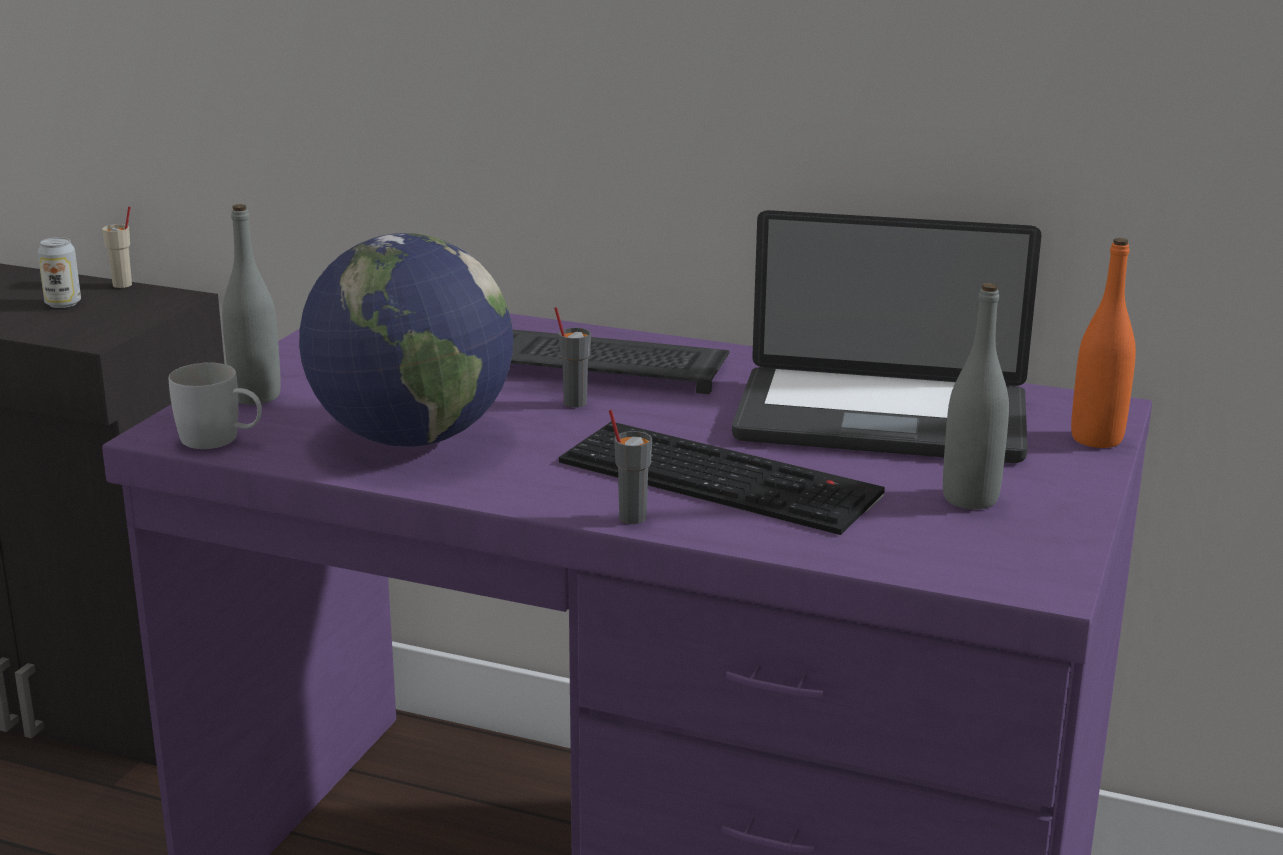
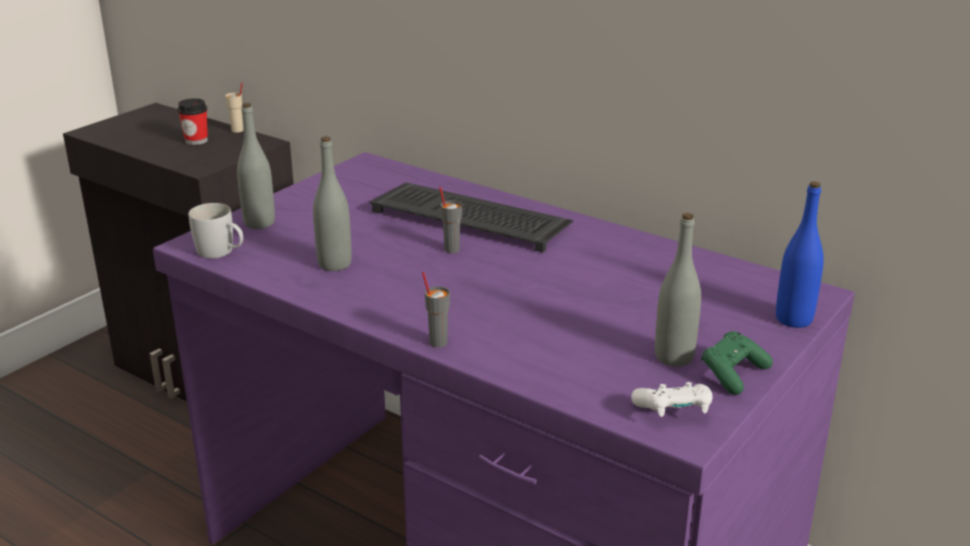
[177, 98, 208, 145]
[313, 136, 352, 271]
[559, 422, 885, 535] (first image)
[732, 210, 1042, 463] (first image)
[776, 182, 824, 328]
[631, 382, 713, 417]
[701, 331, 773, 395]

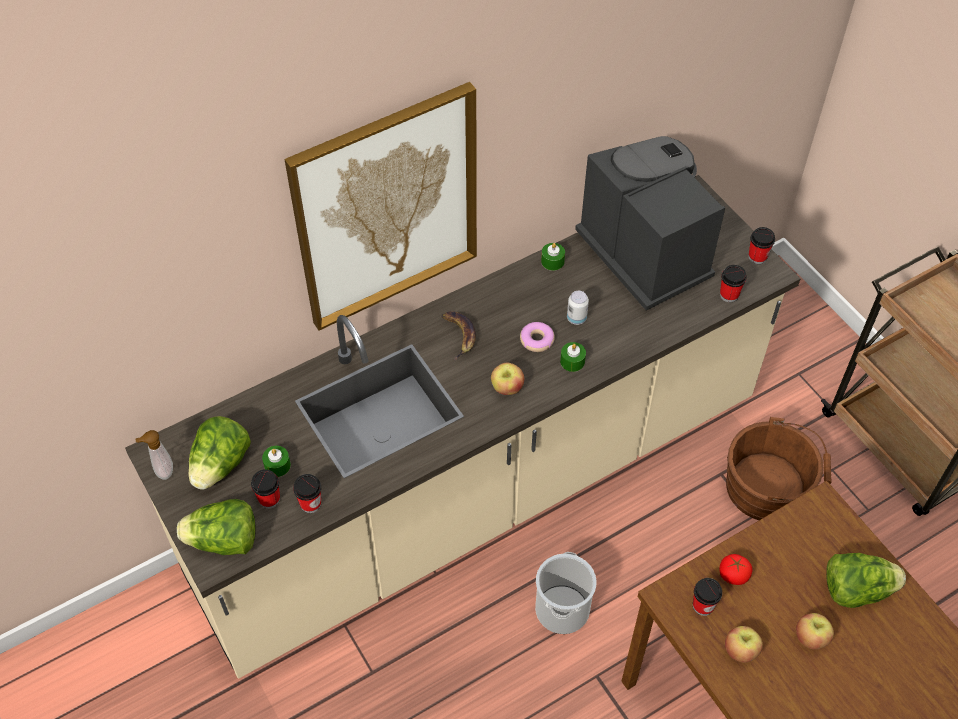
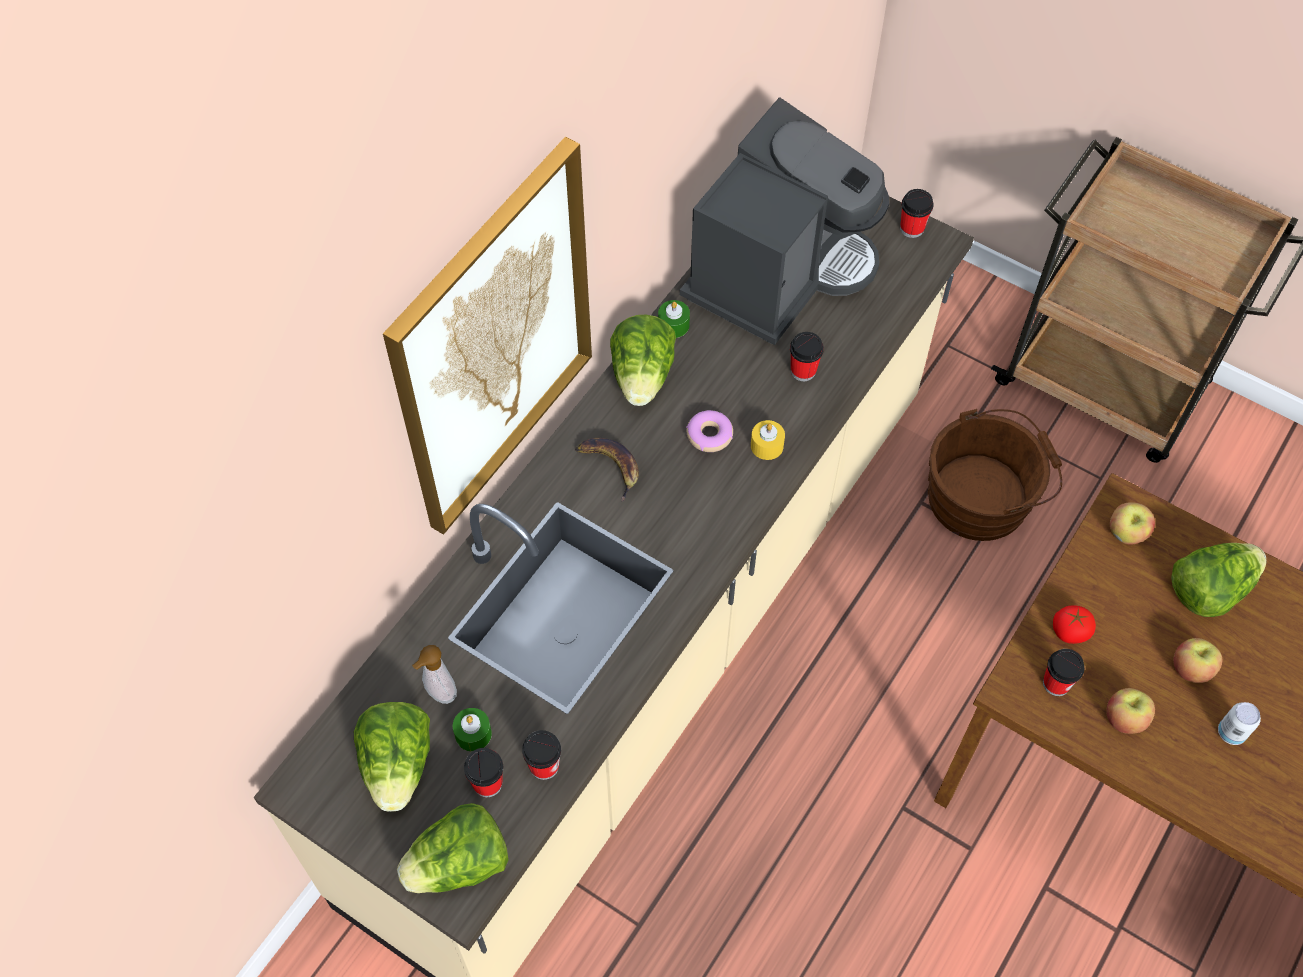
[412, 645, 457, 704]
[1110, 502, 1155, 545]
[535, 552, 596, 634] (first image)
[751, 420, 785, 460]
[1218, 702, 1261, 745]
[680, 97, 889, 345]
[790, 332, 824, 381]
[610, 315, 676, 406]

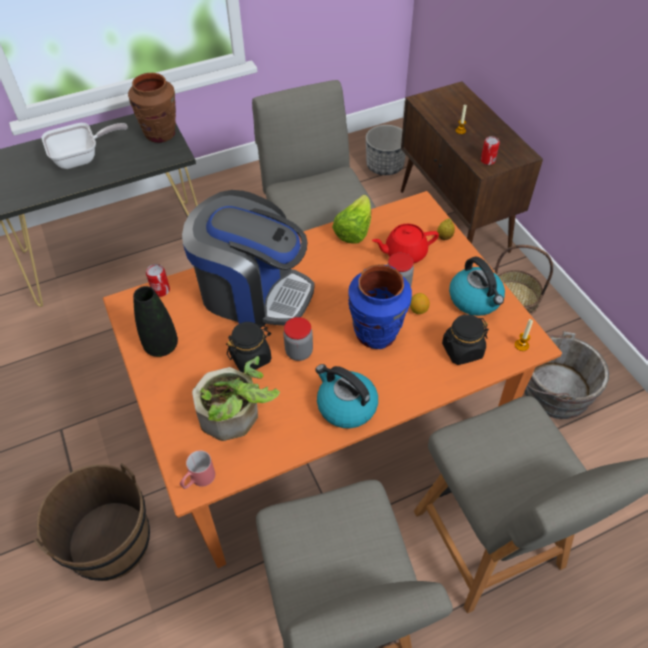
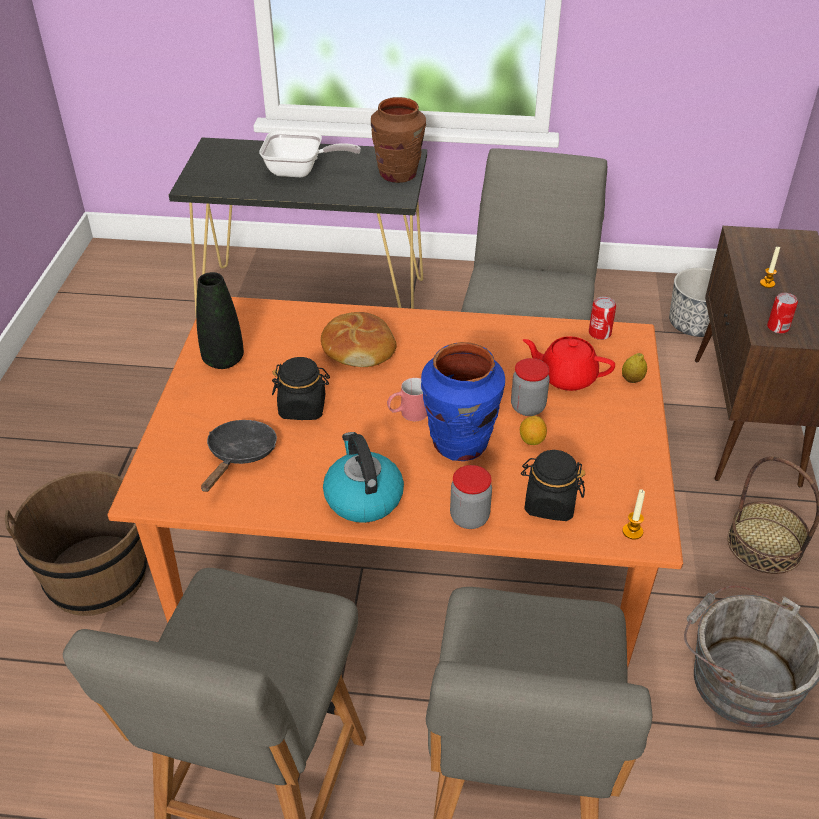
[589, 297, 616, 340]
[387, 378, 427, 421]
[321, 312, 397, 367]
[201, 420, 277, 492]
[450, 465, 492, 529]
[332, 195, 371, 244] (first image)
[449, 257, 505, 316] (first image)

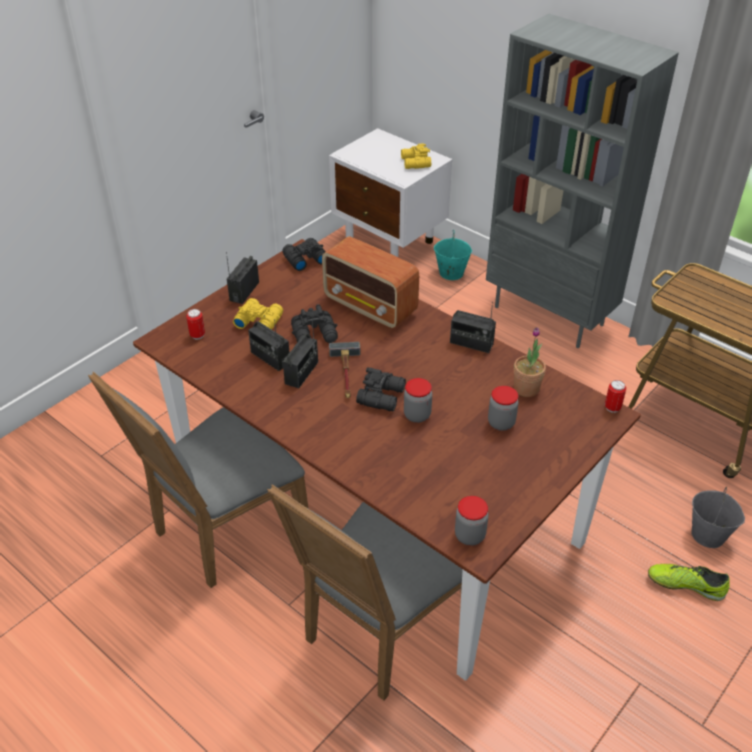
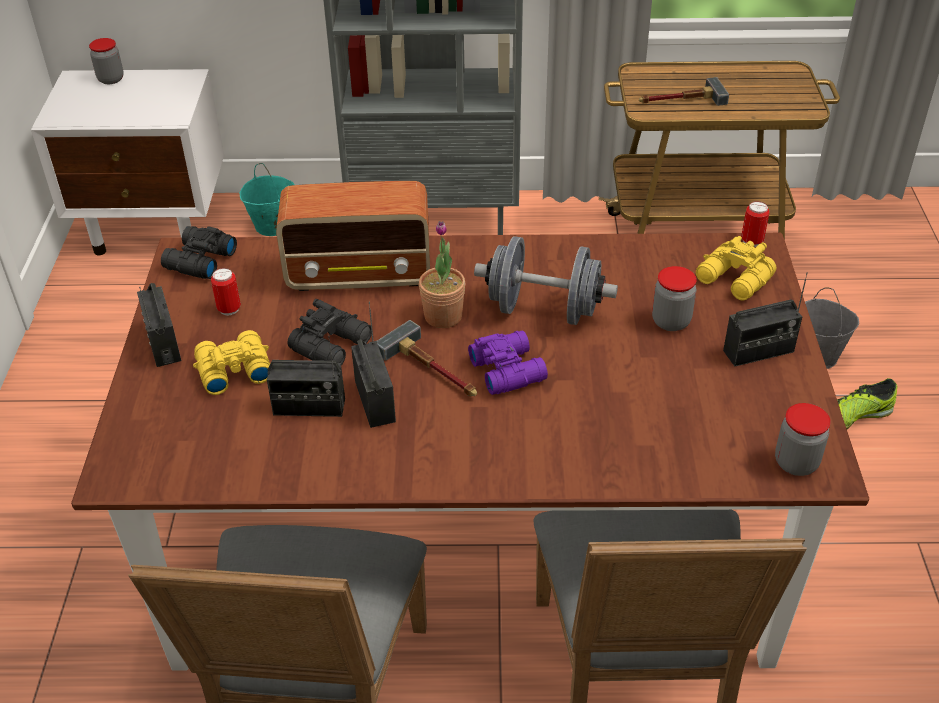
[211, 268, 241, 316]
[468, 330, 548, 395]
[696, 236, 777, 300]
[89, 38, 124, 84]
[723, 273, 808, 367]
[419, 221, 465, 328]
[474, 236, 618, 325]
[639, 77, 729, 106]

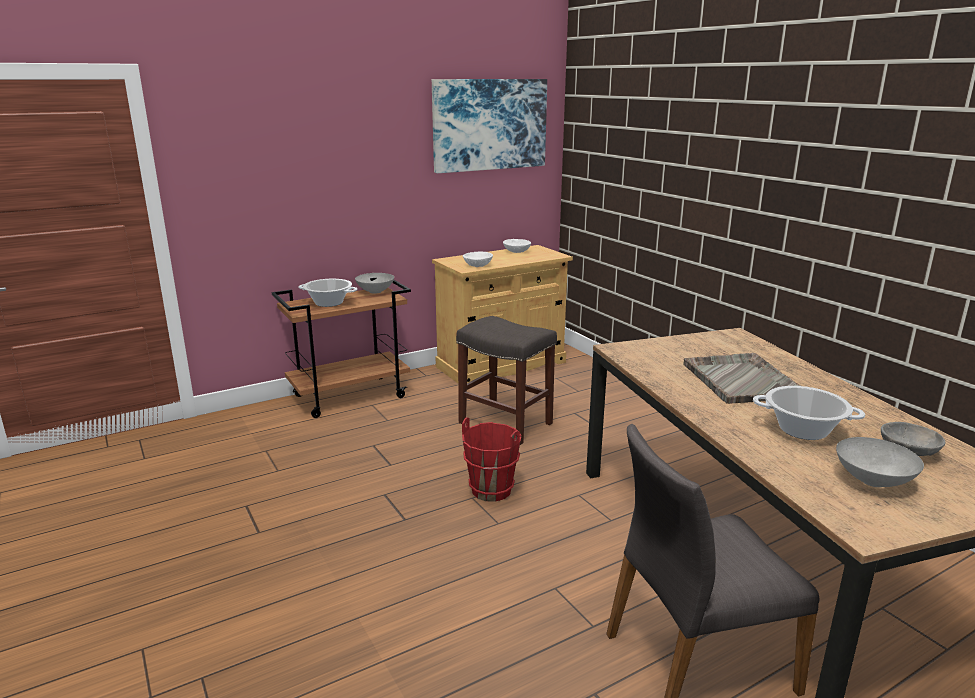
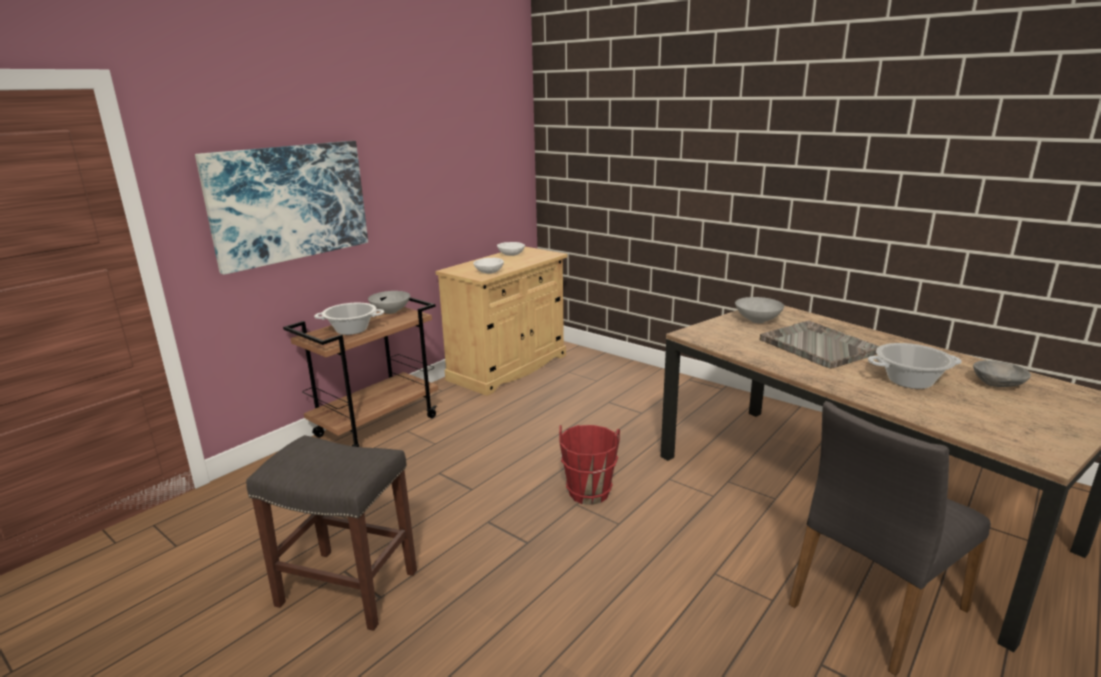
[195, 141, 368, 275]
[246, 435, 417, 631]
[735, 297, 784, 323]

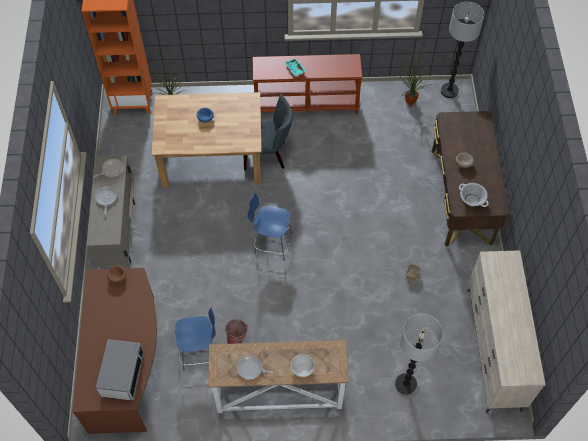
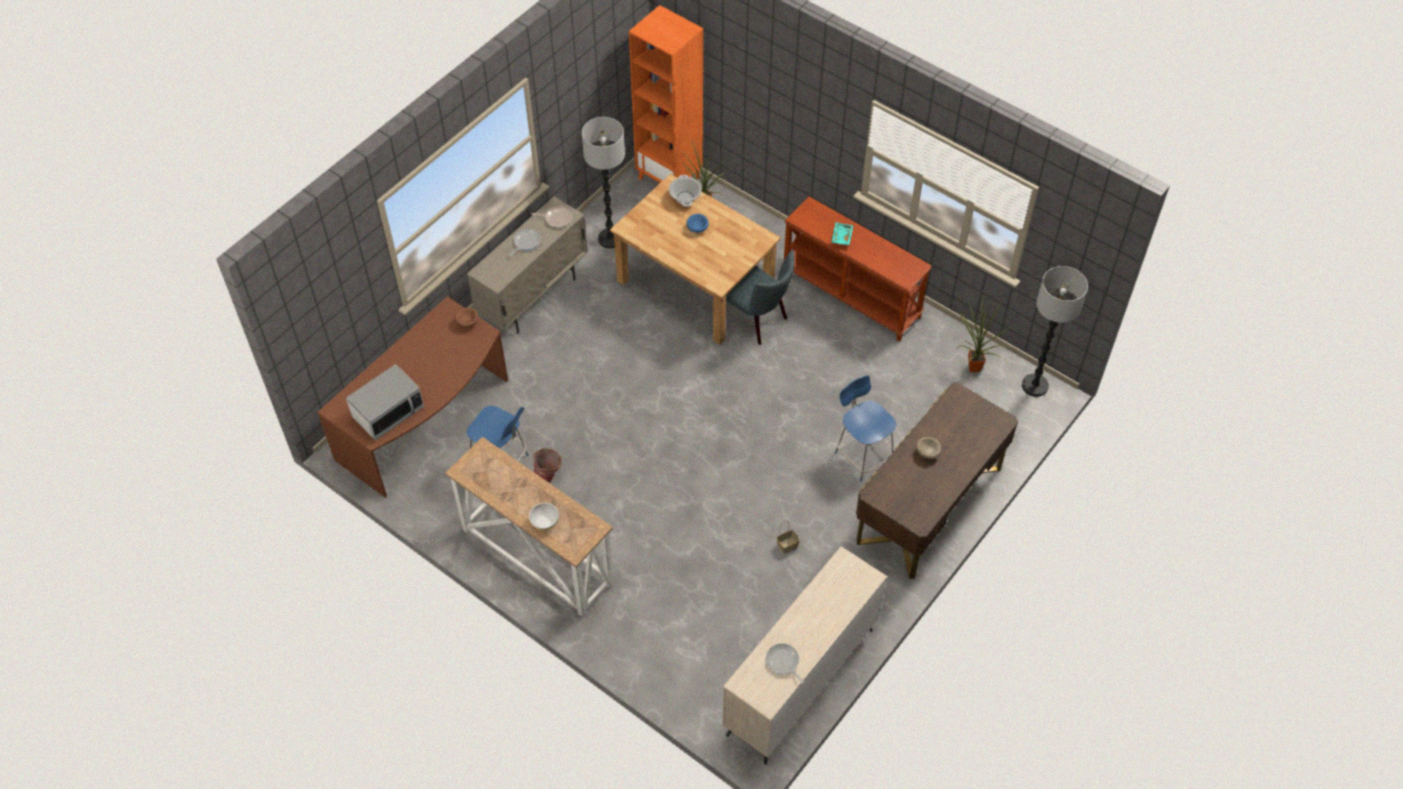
[766, 643, 804, 684]
[835, 375, 896, 482]
[582, 117, 625, 249]
[669, 175, 702, 207]

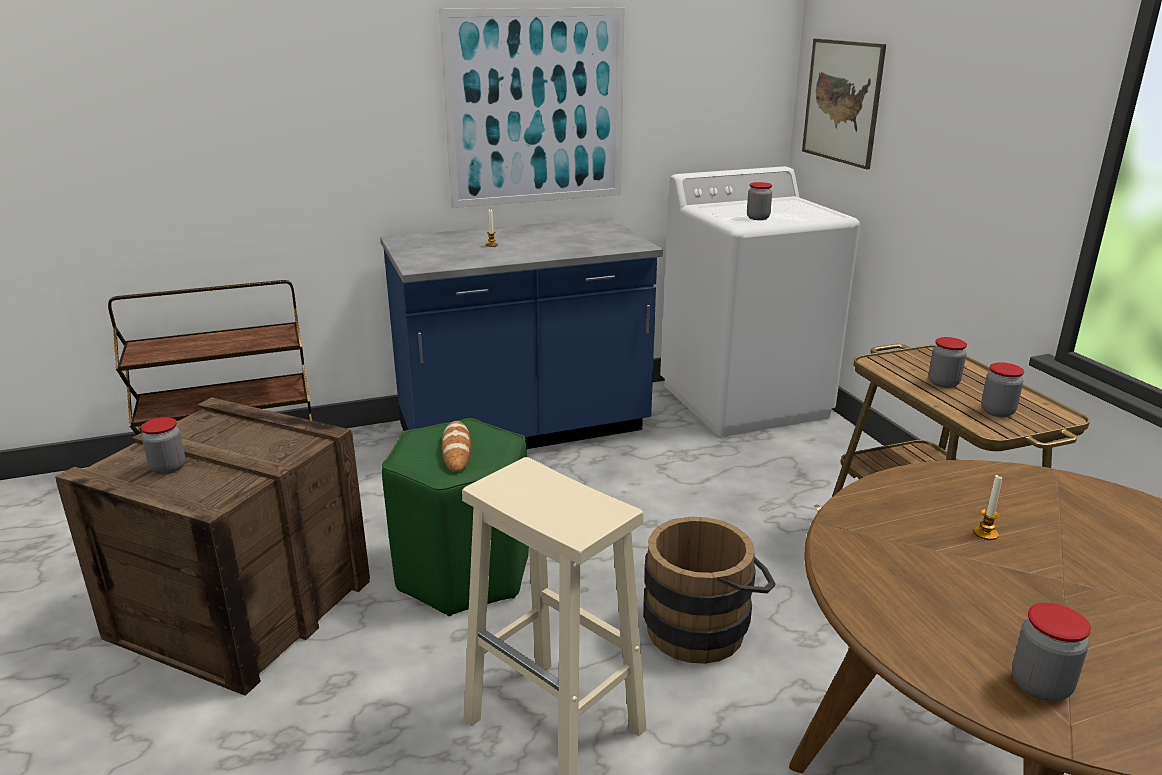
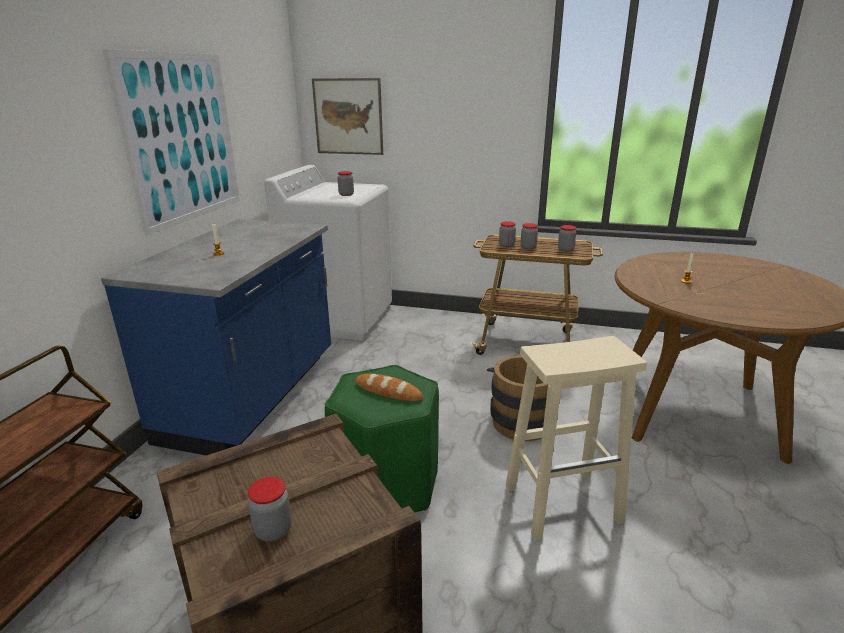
[499, 221, 516, 247]

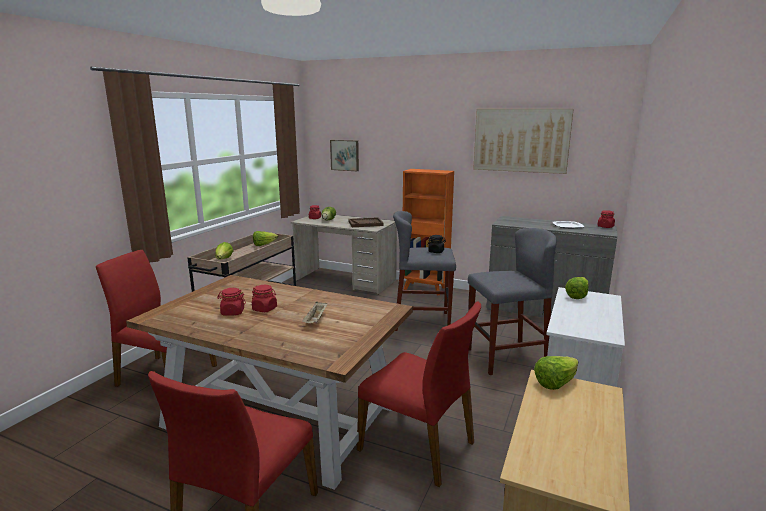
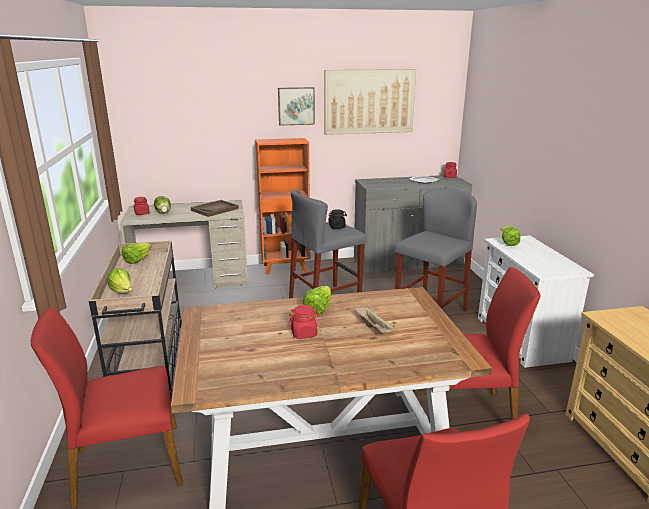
[217, 288, 246, 316] (first image)
[278, 87, 315, 126]
[303, 286, 331, 314]

